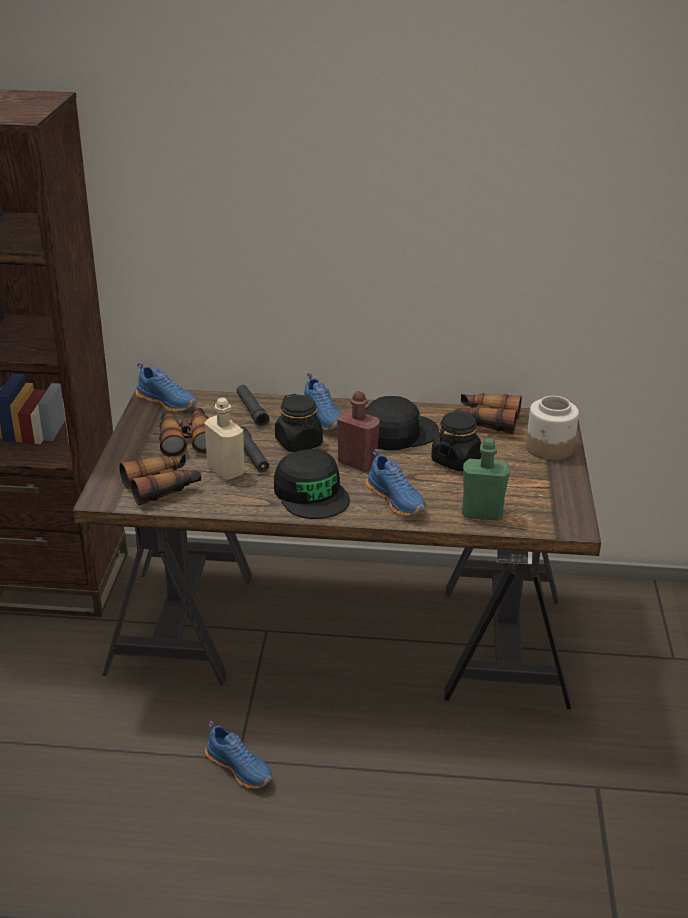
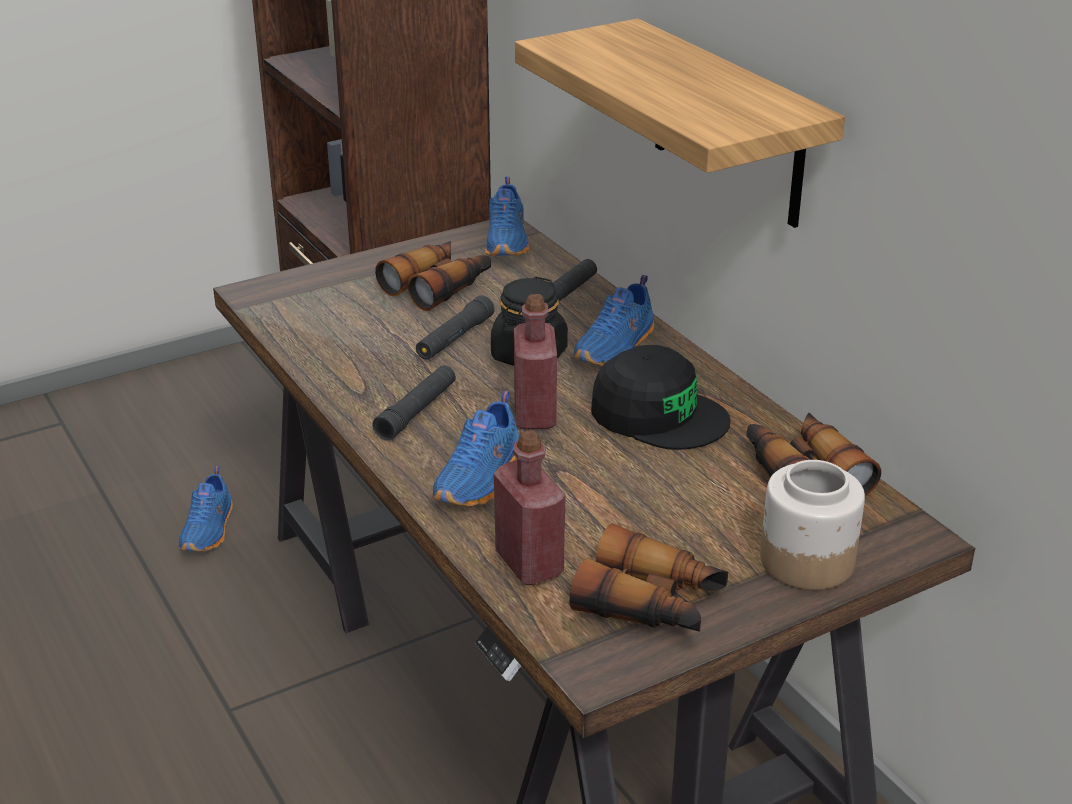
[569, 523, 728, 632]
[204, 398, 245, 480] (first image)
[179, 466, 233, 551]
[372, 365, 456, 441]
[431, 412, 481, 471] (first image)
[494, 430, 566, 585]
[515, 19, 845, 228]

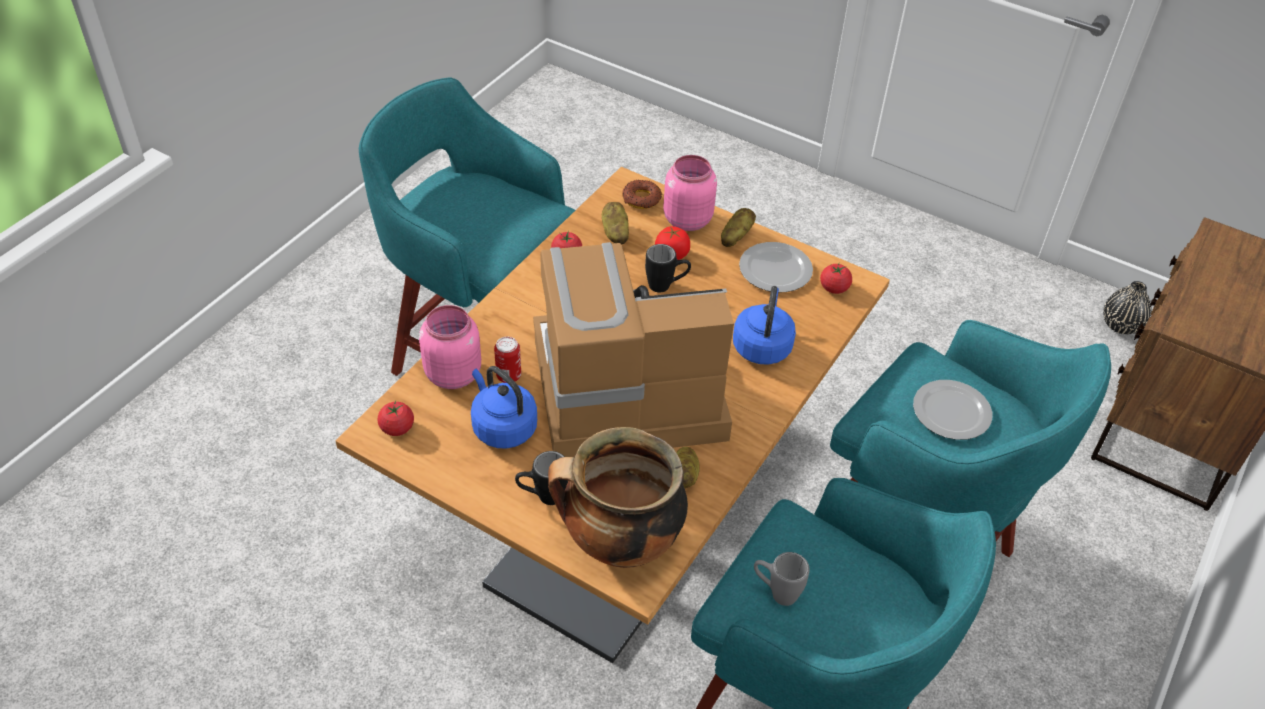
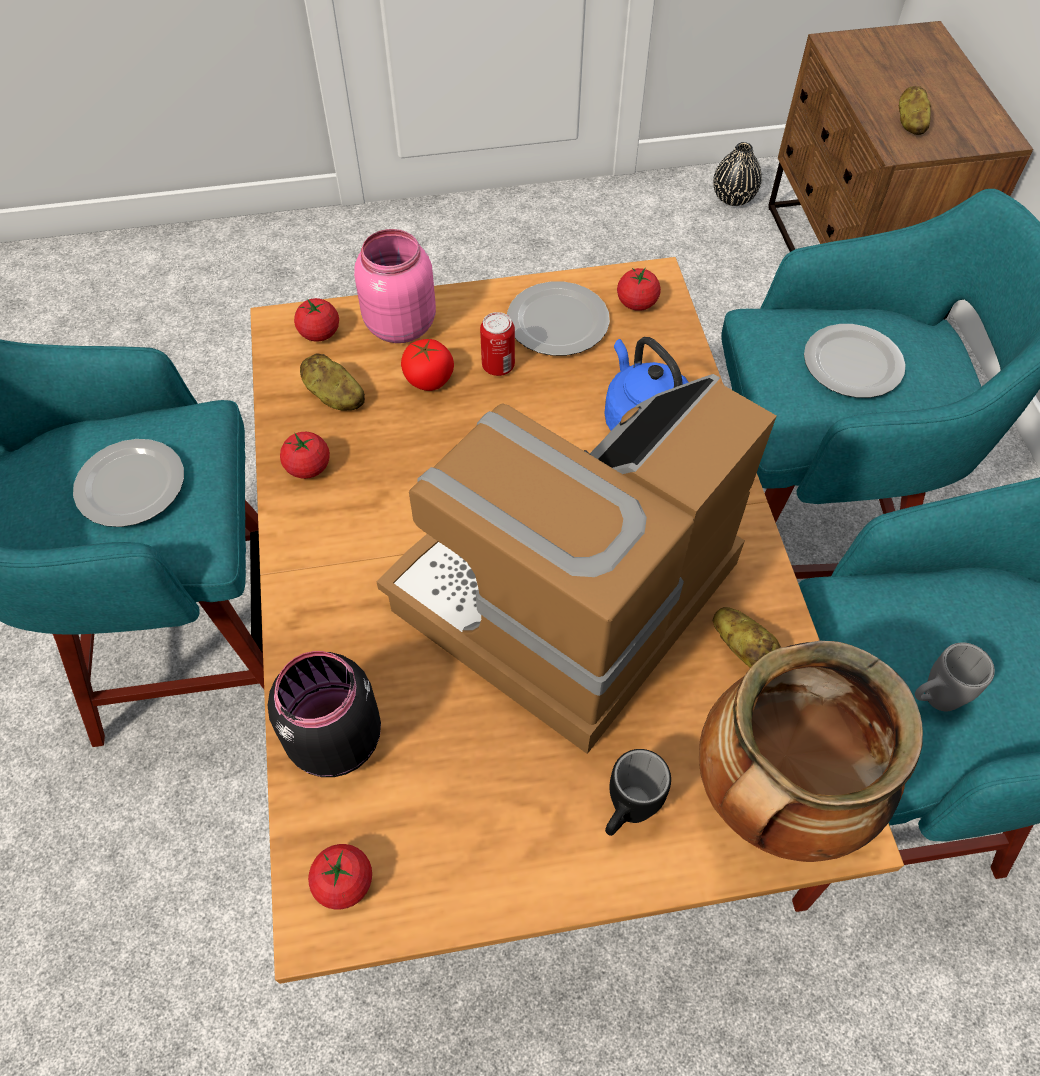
[268, 651, 381, 777]
[471, 366, 537, 449] (first image)
[480, 312, 515, 376]
[294, 298, 339, 342]
[645, 244, 691, 292] (first image)
[899, 86, 931, 135]
[73, 439, 184, 527]

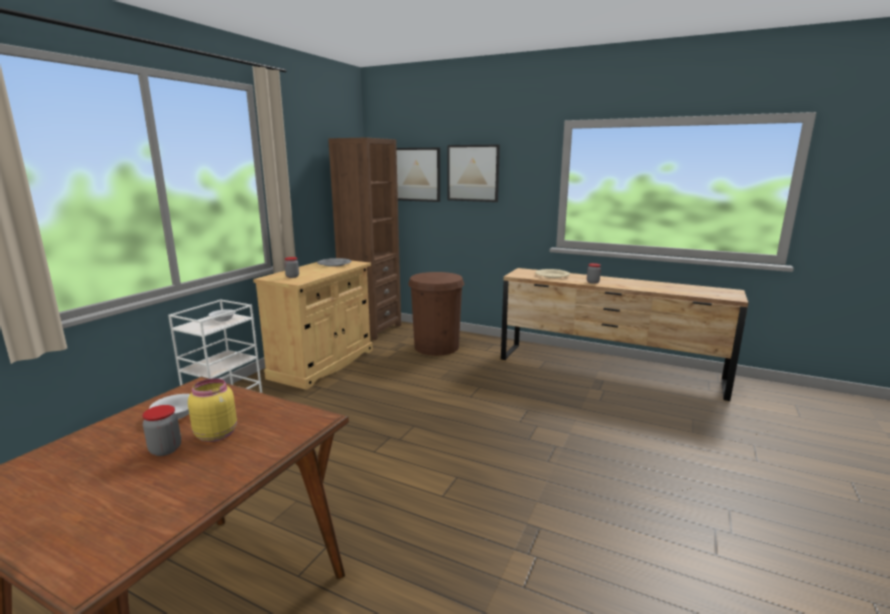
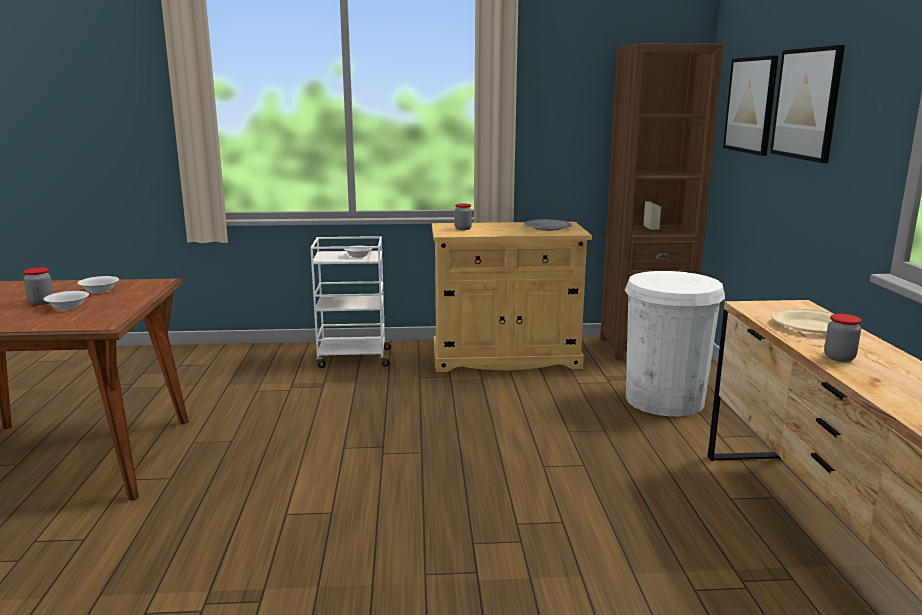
[44, 291, 89, 310]
[624, 271, 725, 416]

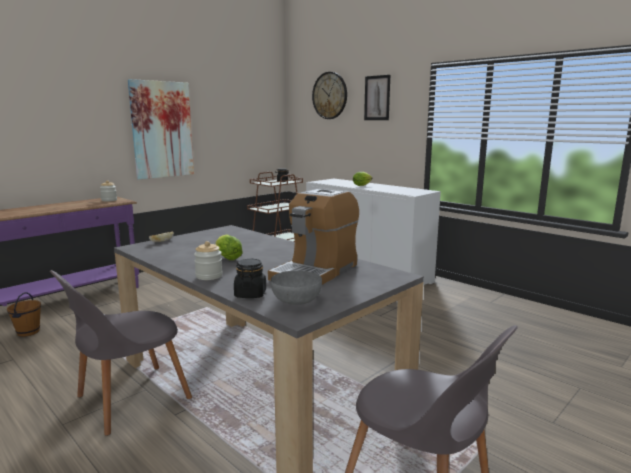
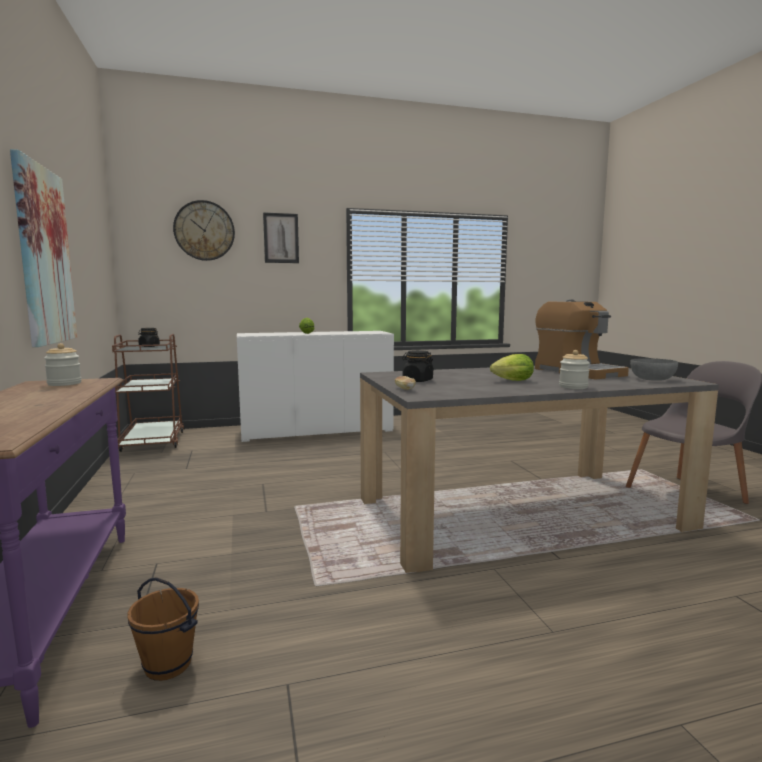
[50, 270, 192, 436] (first image)
[402, 350, 434, 382]

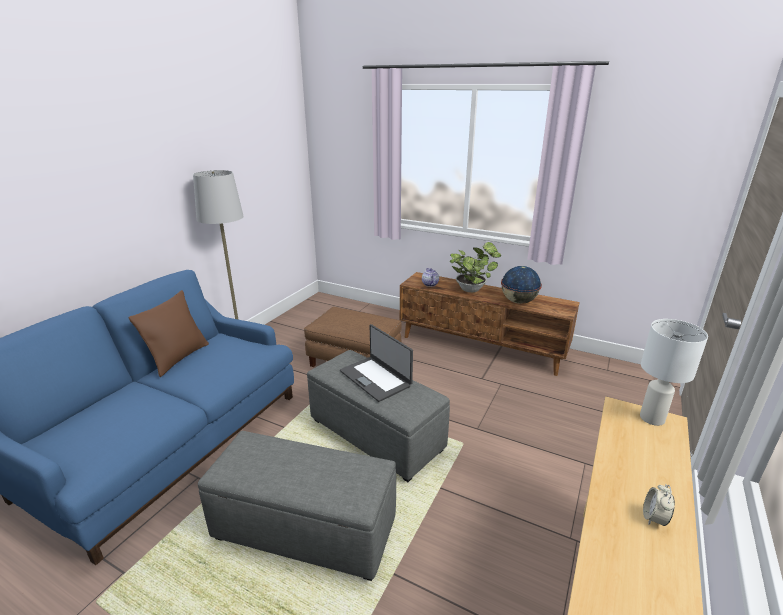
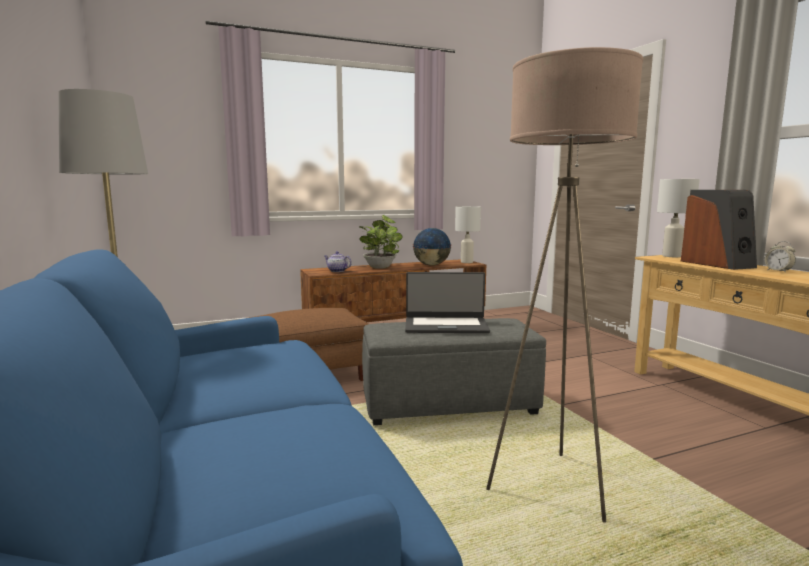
[128, 290, 209, 377] (first image)
[486, 47, 643, 523]
[455, 206, 481, 263]
[681, 190, 757, 270]

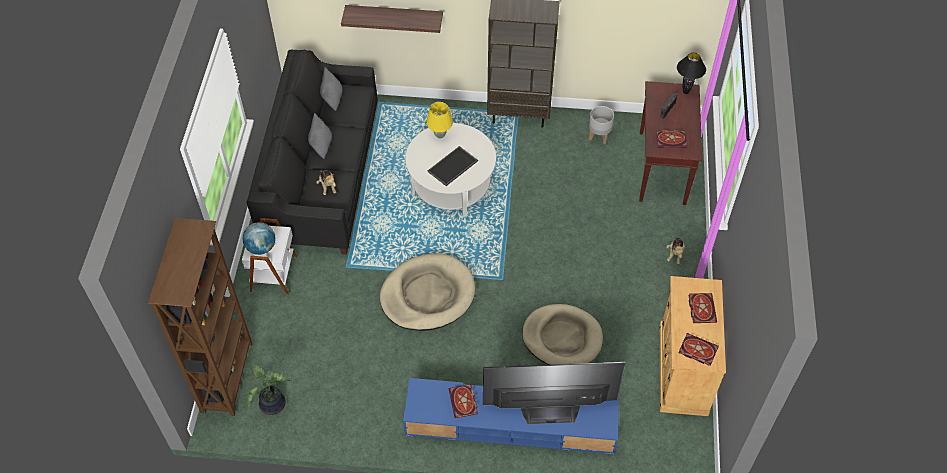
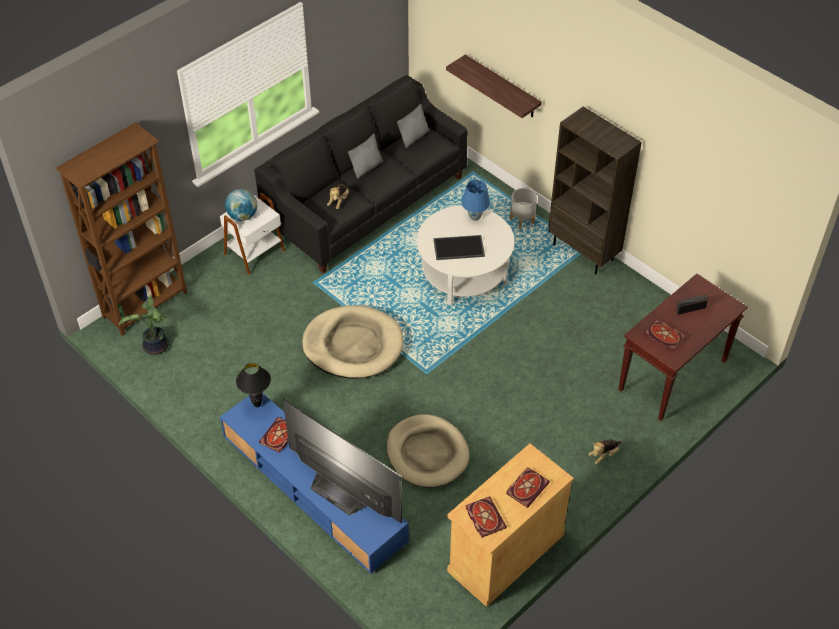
[462, 180, 490, 221]
[510, 188, 537, 230]
[236, 363, 271, 407]

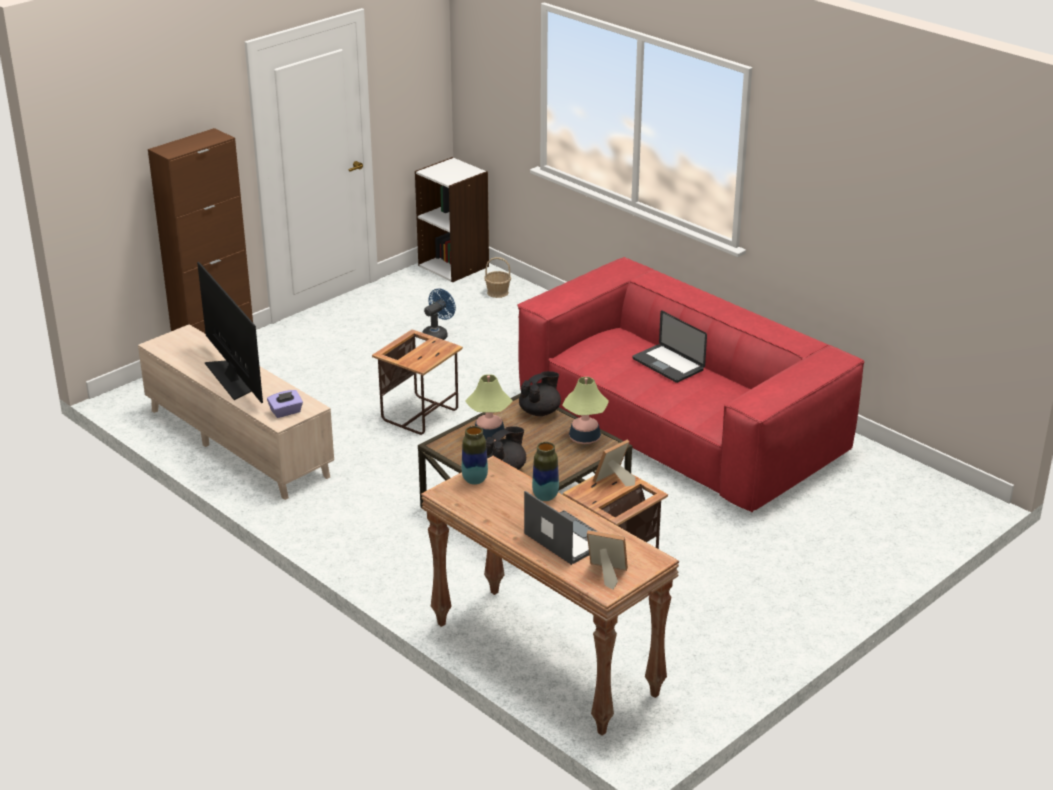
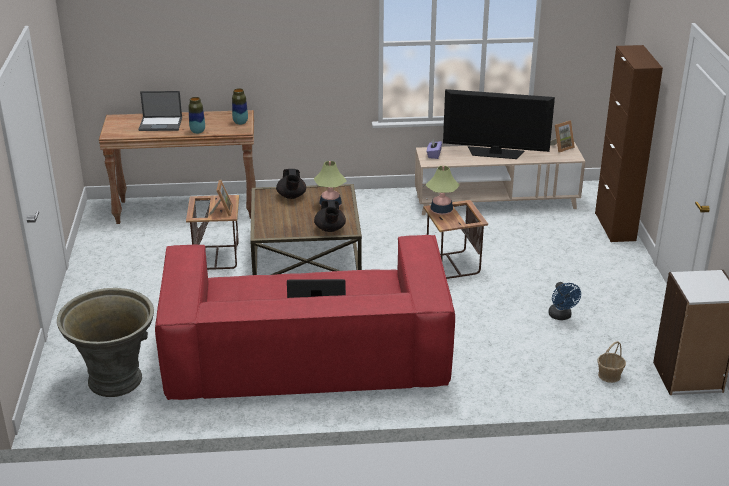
[426, 166, 460, 215]
[550, 121, 575, 152]
[57, 288, 154, 397]

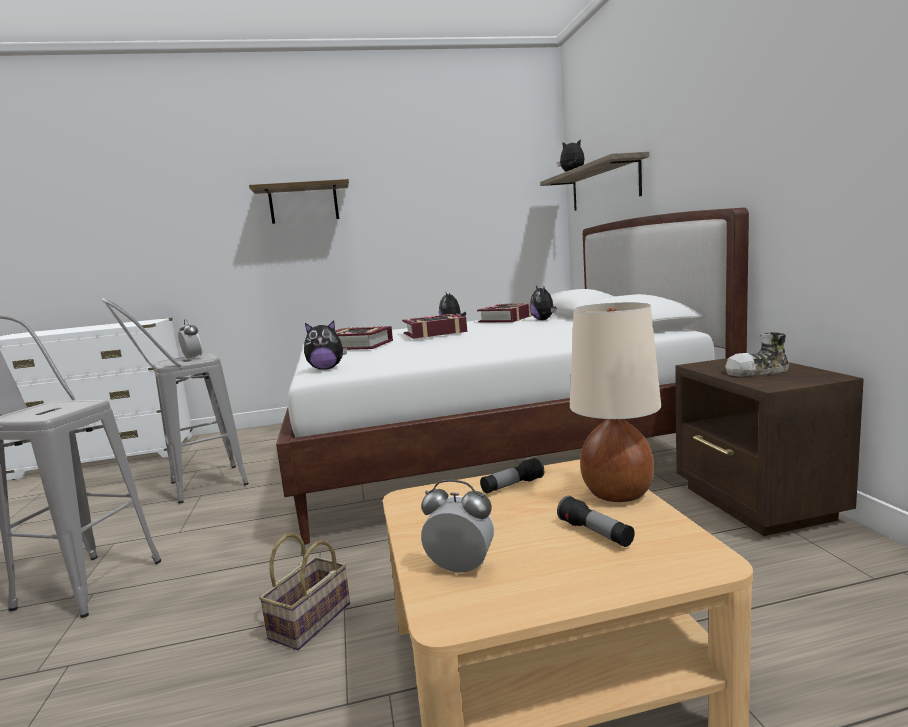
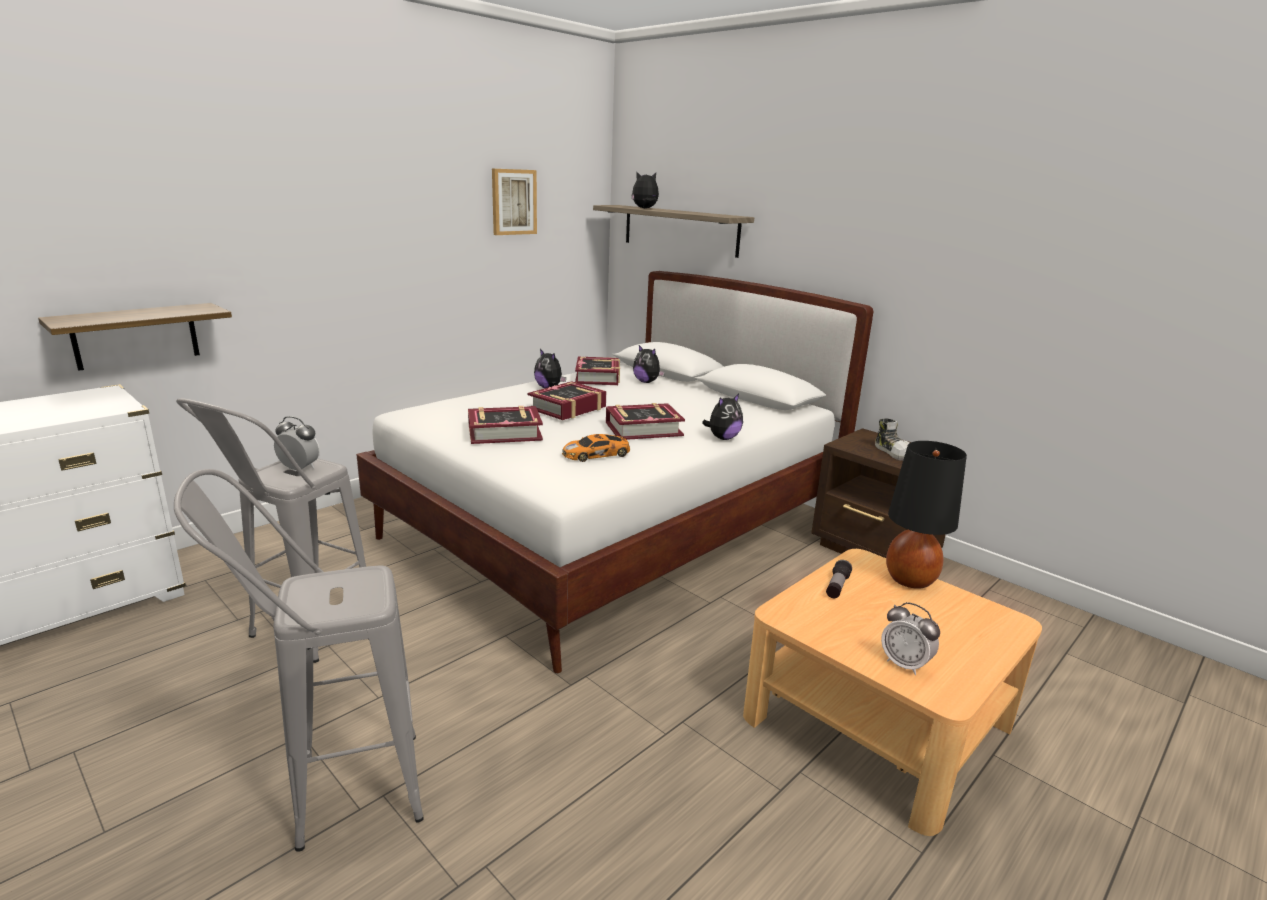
[38, 303, 232, 371]
[259, 533, 350, 650] (first image)
[702, 394, 743, 440]
[881, 602, 940, 675]
[557, 496, 635, 547] (first image)
[886, 441, 967, 589]
[875, 419, 910, 461]
[492, 169, 537, 235]
[562, 434, 630, 462]
[606, 403, 685, 440]

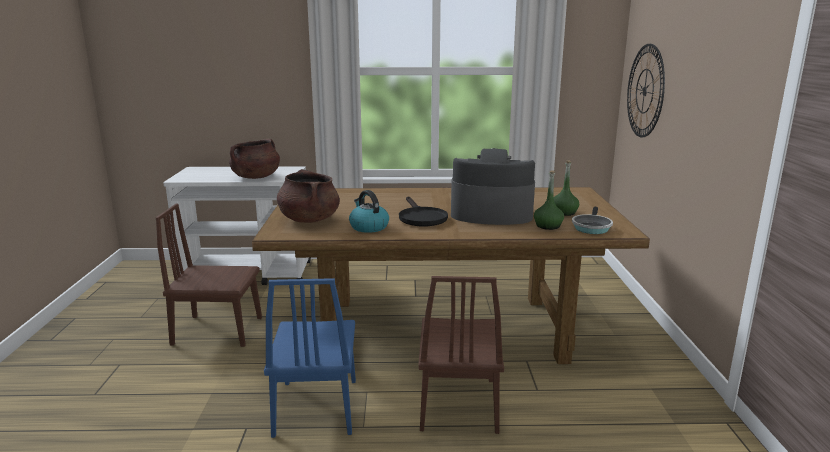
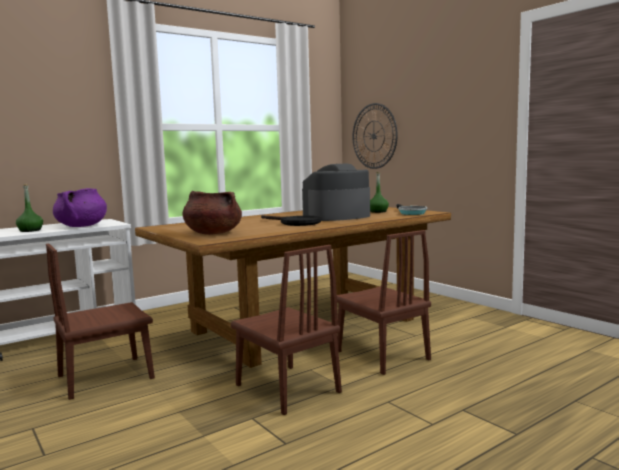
[53, 188, 107, 227]
[231, 245, 342, 415]
[349, 190, 389, 233] (first image)
[16, 184, 43, 232]

